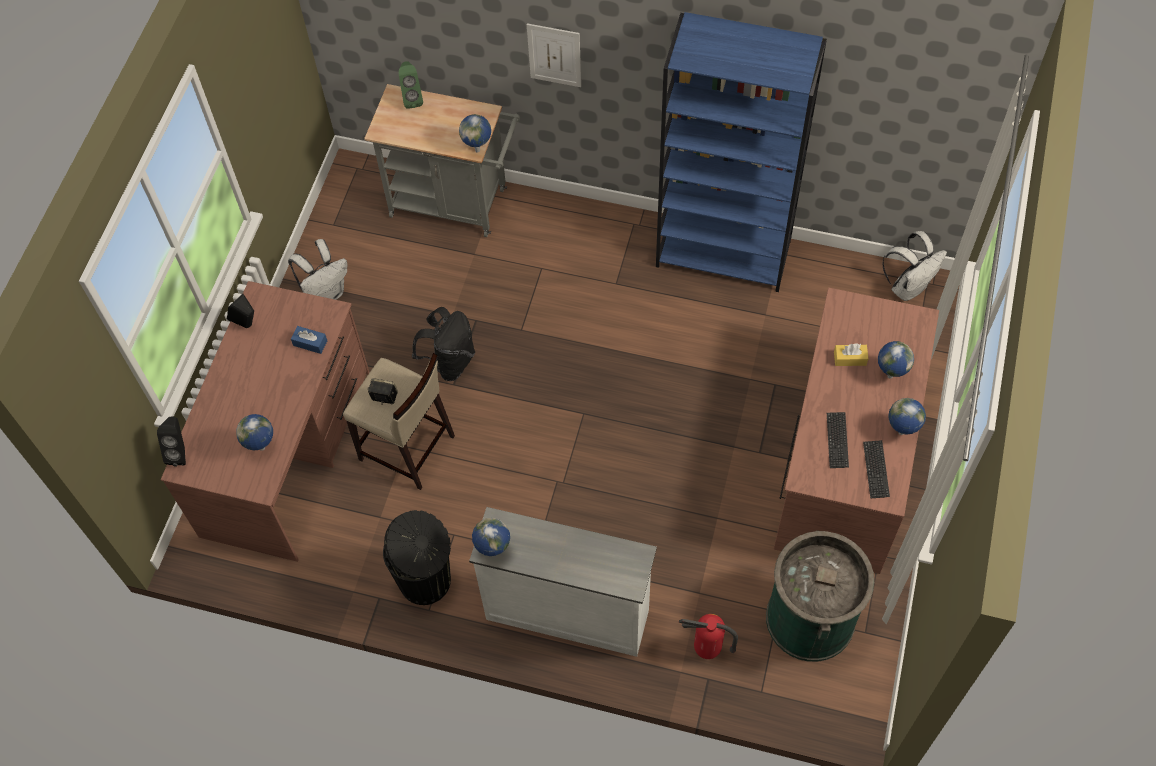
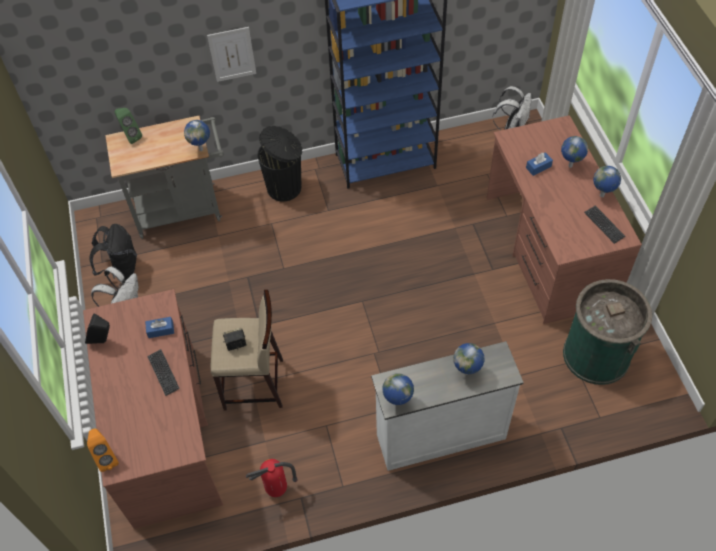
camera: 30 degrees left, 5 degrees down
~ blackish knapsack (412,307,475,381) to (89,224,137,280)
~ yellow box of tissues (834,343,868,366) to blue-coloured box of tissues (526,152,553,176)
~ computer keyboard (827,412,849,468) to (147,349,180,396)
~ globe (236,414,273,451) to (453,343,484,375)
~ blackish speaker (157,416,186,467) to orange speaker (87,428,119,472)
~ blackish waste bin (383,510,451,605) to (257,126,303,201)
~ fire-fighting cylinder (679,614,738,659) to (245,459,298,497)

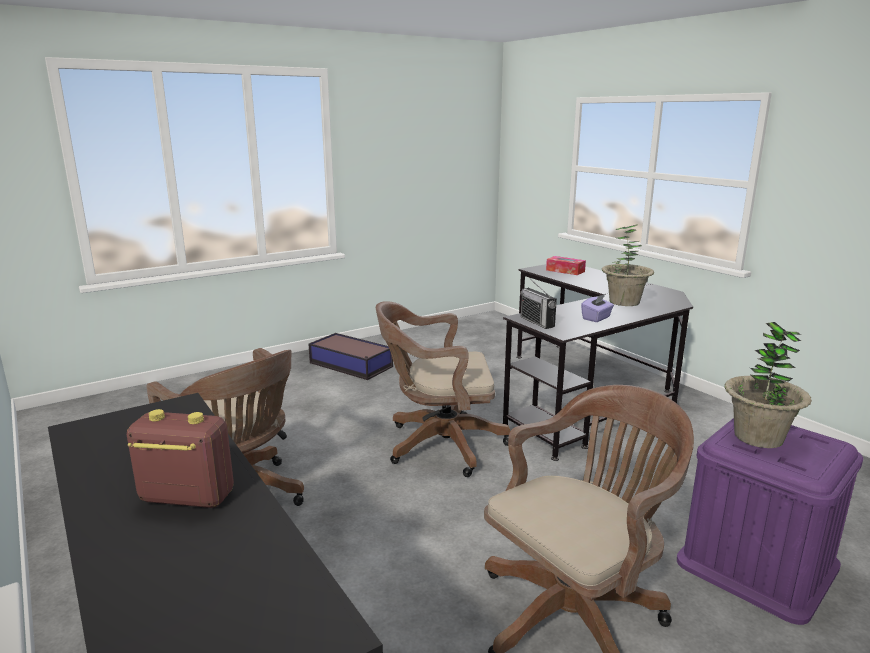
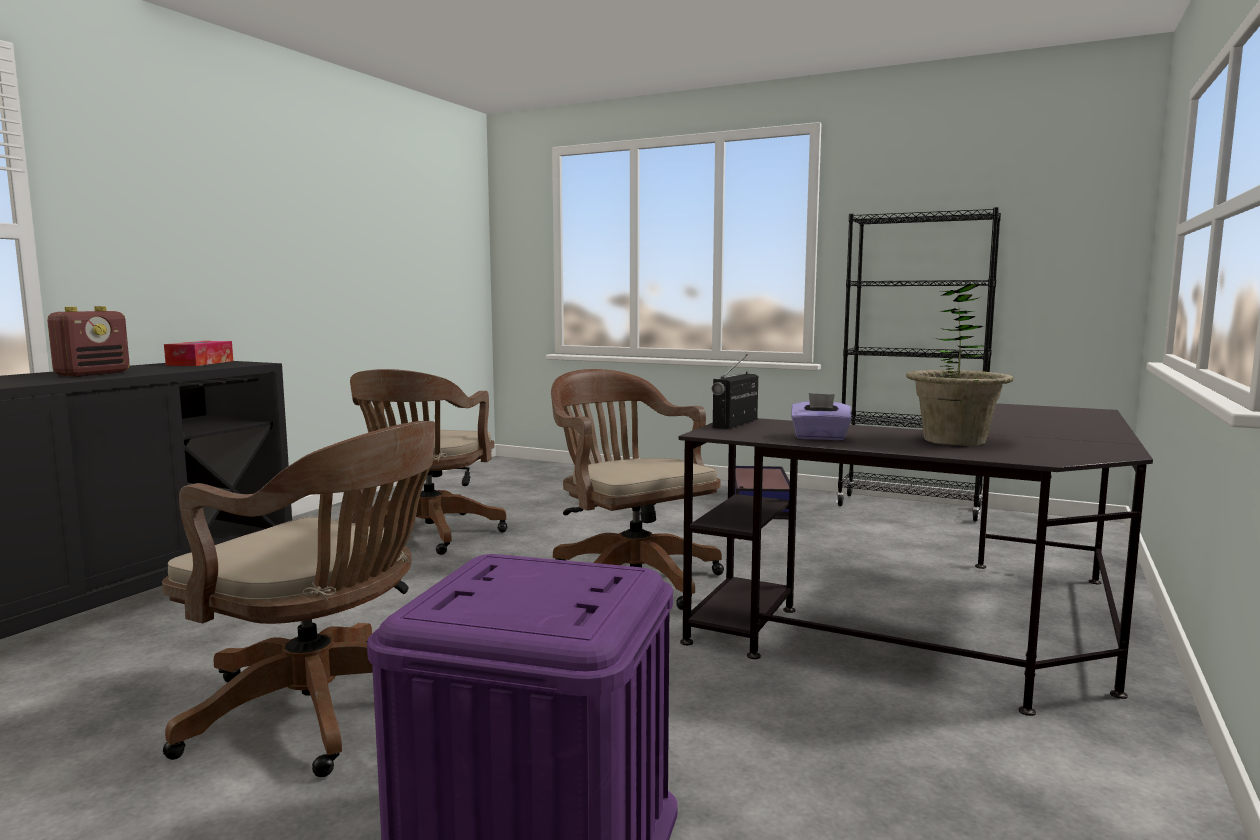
camera: 60 degrees right, 10 degrees down
~ box of tissues (546,256,586,275) to (164,341,233,366)
- plant in a pot (724,322,812,448)
~ radio set (127,409,234,508) = (47,306,130,377) 45 degrees clockwise
+ blackish shelving unit (836,207,1001,522)

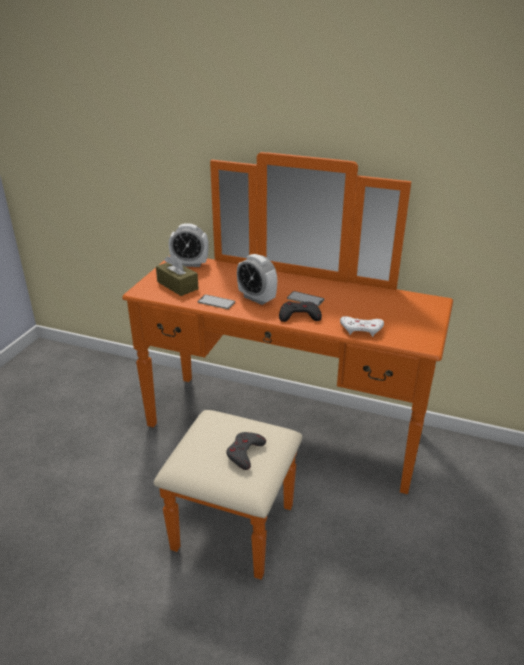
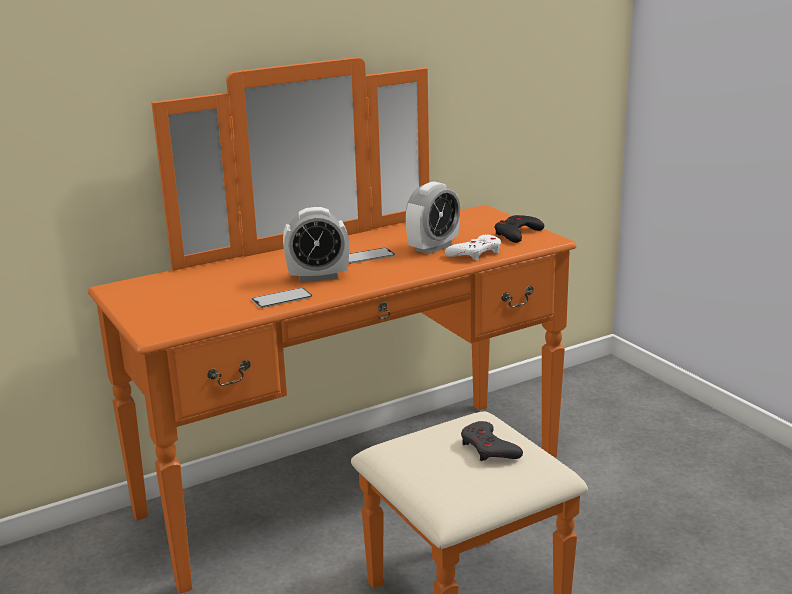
camera: 50 degrees left, 10 degrees down
~ alarm clock (169,224,209,267) to (405,181,460,254)
- brown-coloured box of tissues (156,254,199,296)
~ blackish joypad (279,301,322,322) to (494,215,544,243)

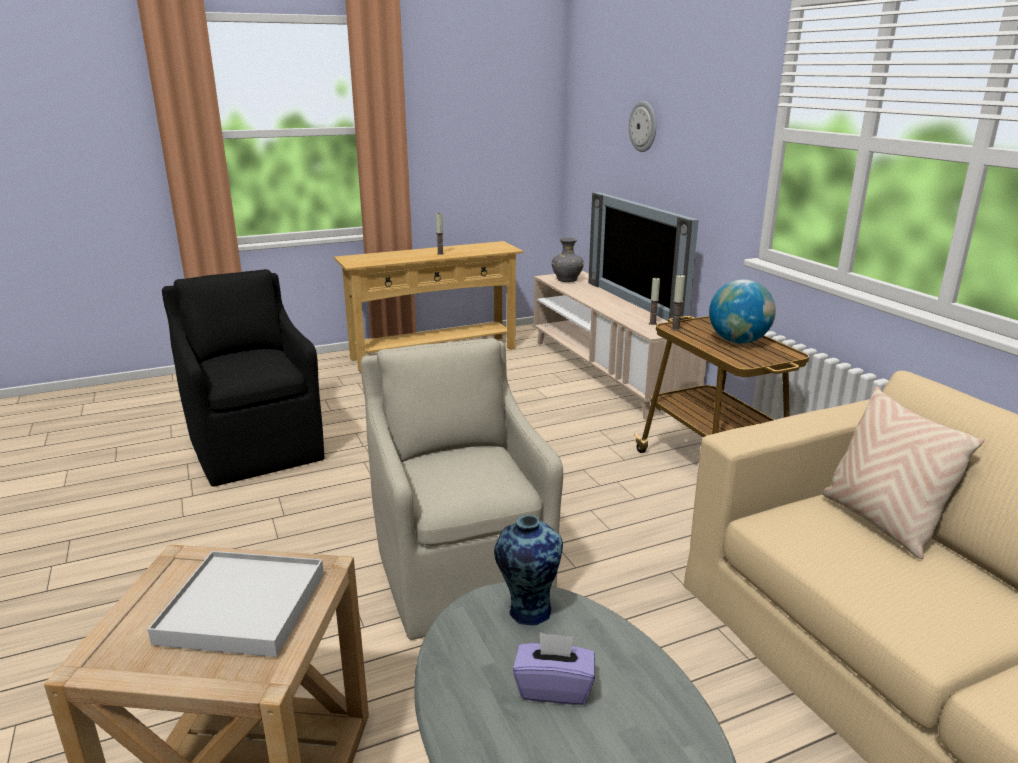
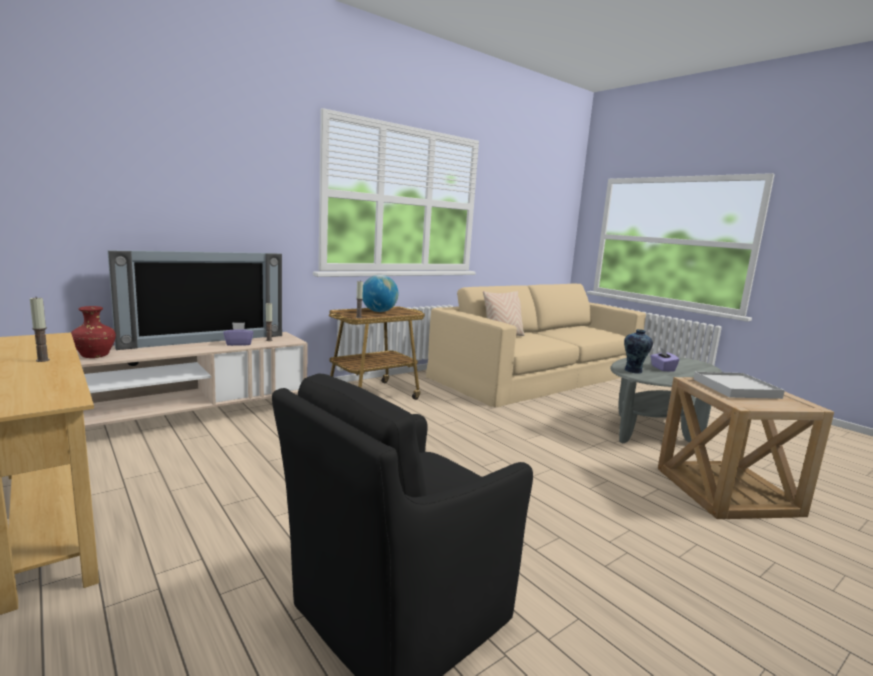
camera: 105 degrees left, 10 degrees down
- wall clock (629,101,656,152)
~ gray flower vase (552,237,584,282) to reddish flower vase (71,306,116,358)
- sand-coloured armchair (361,338,563,640)
+ purplish box of tissues (223,323,253,346)

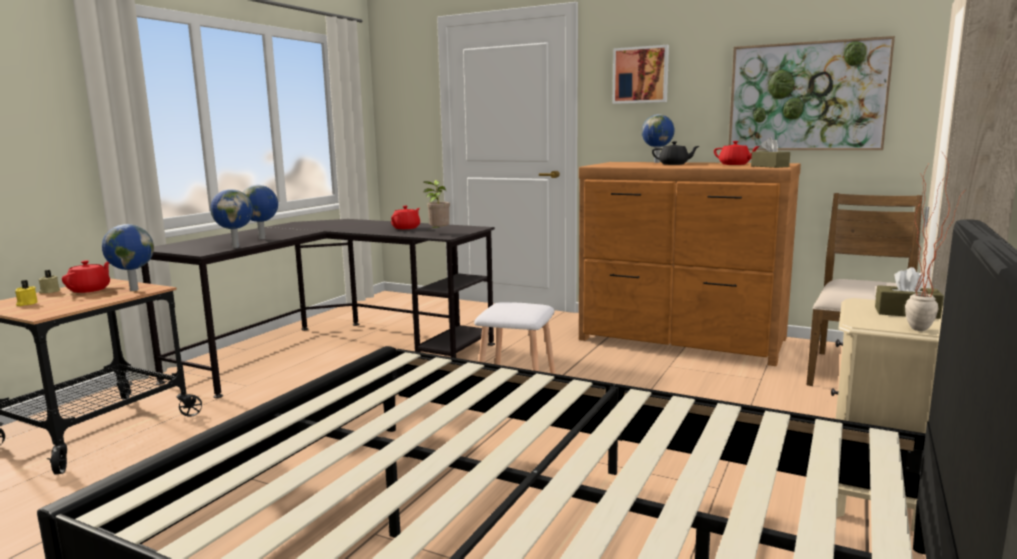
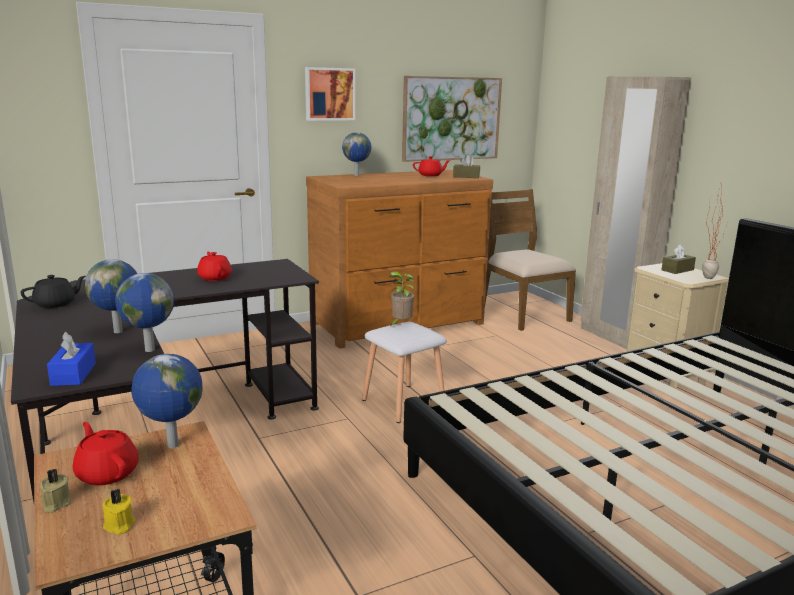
camera: 55 degrees left, 5 degrees up
~ blackish teapot (652,141,699,165) to (21,275,86,308)
~ plant in a pot (423,180,450,228) to (389,272,415,326)
+ blue-coloured box of tissues (47,332,96,386)

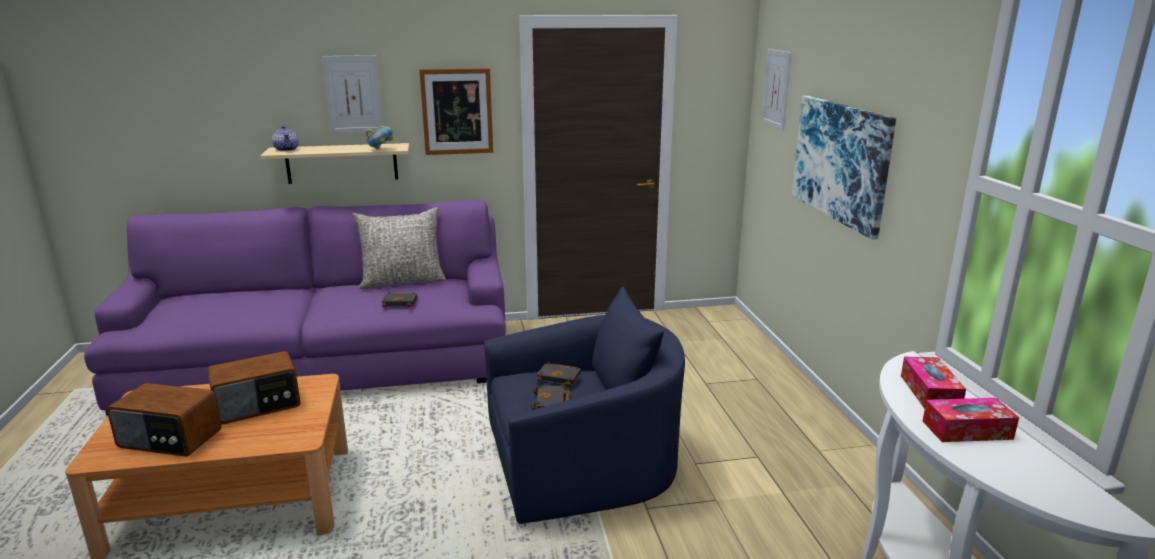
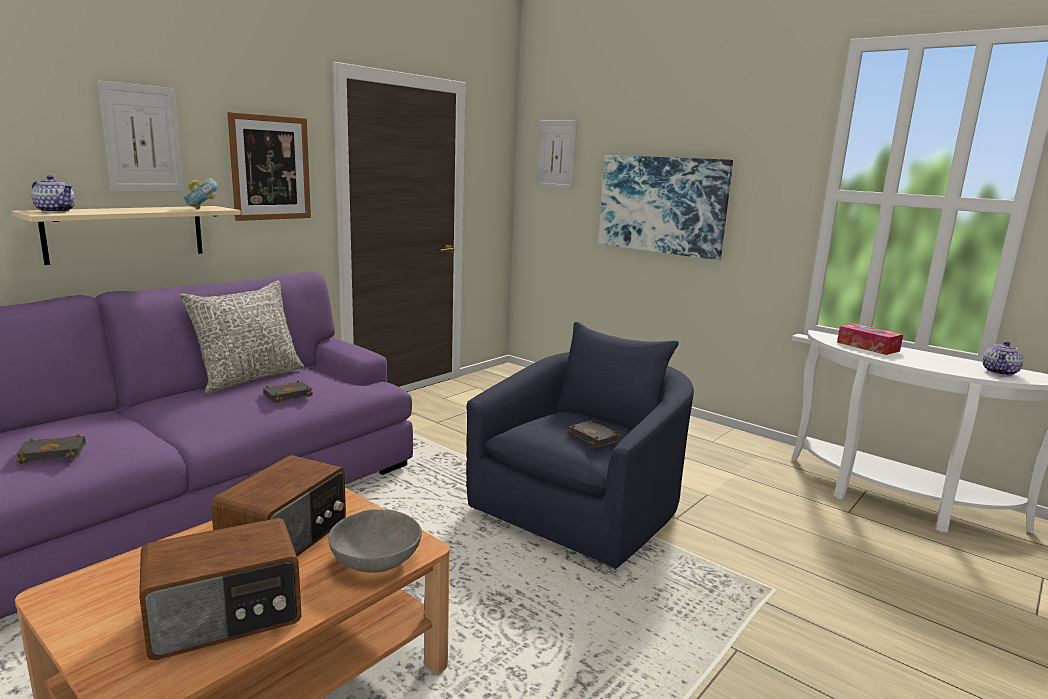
camera: 40 degrees left, 5 degrees down
~ blackish bound book (537,362,581,387) to (16,434,86,464)
- box of tissues (923,398,1019,442)
+ teapot (983,341,1023,376)
+ gray deep dish (328,509,422,573)

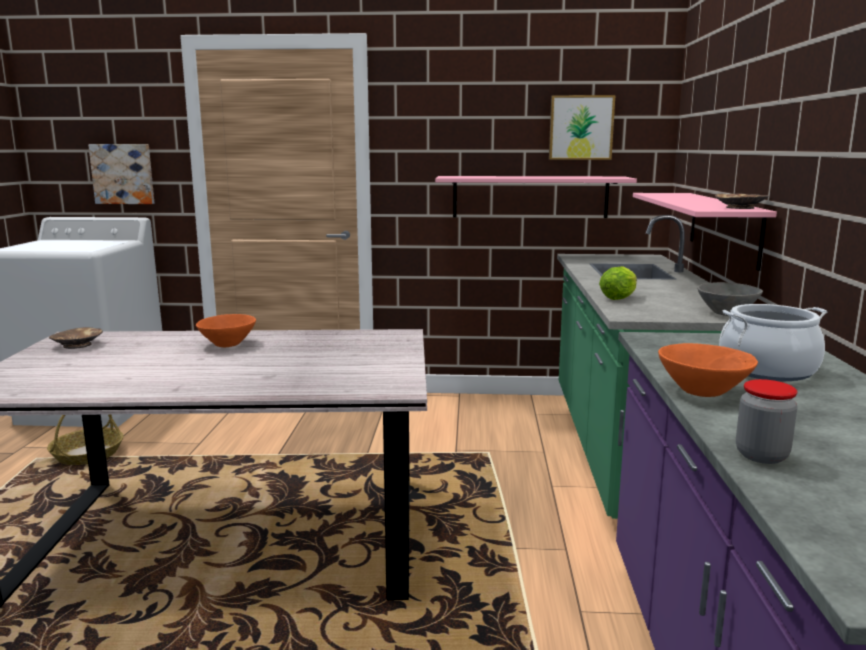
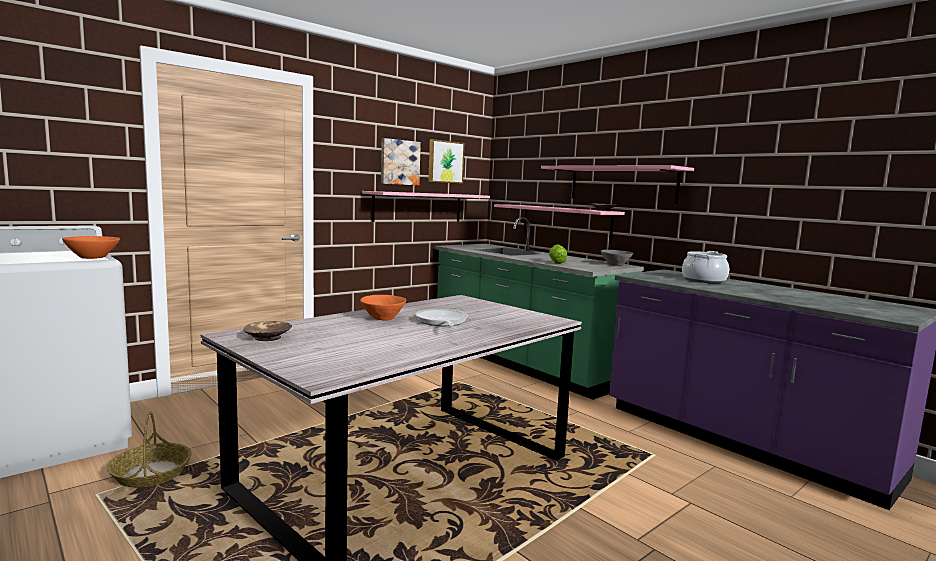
camera: 45 degrees left, 5 degrees down
~ wall picture (88,144,154,204) to (381,138,421,185)
~ orange deep dish (658,343,758,397) to (62,236,120,259)
- preserve jar (736,379,797,464)
+ pink bracket shelf (541,165,694,204)
+ pan (415,309,468,326)

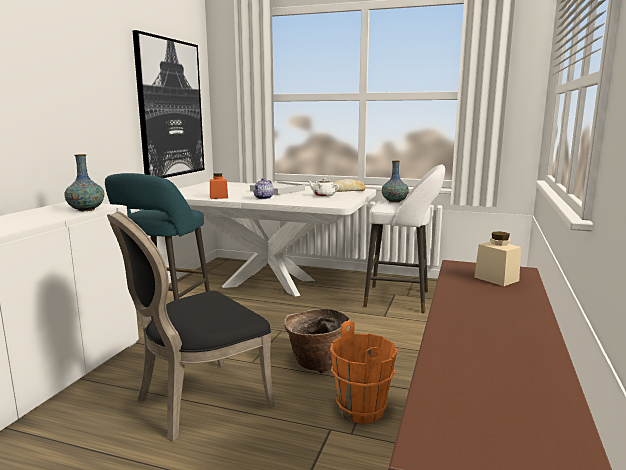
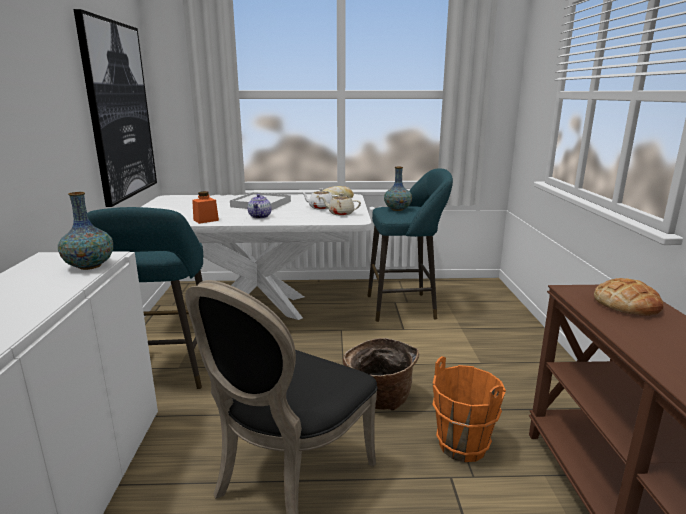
camera: 20 degrees left, 5 degrees up
~ whitish sitting stool (363,164,445,313) to turquoise-coloured sitting stool (368,168,453,322)
~ sand-coloured preserve jar (474,231,521,286) to bread (594,278,664,316)
+ sand-coloured teapot (320,193,361,216)

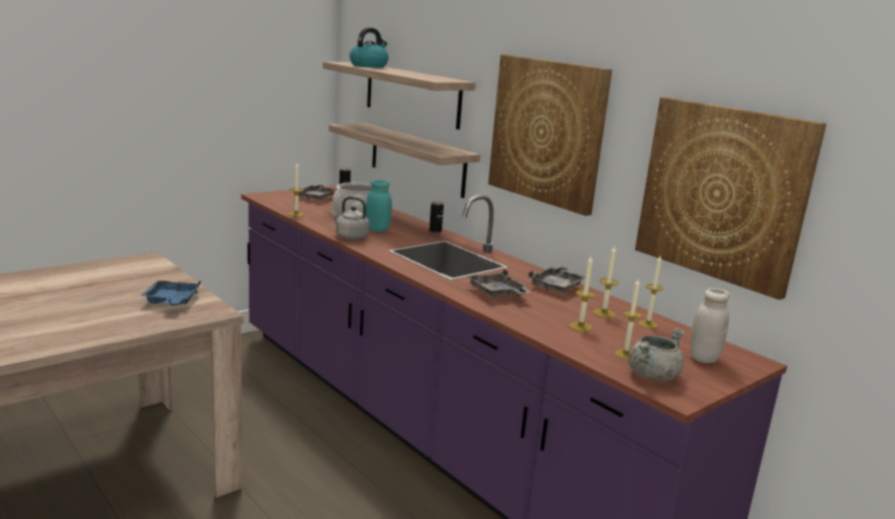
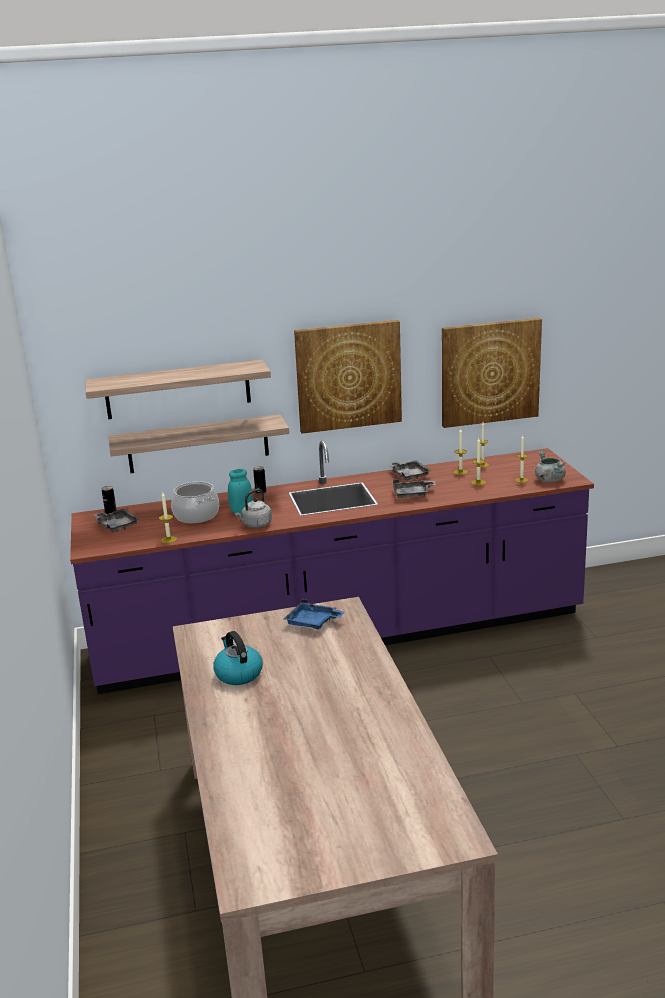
camera: 60 degrees left, 5 degrees up
~ water kettle (349,27,389,68) to (213,631,263,685)
- whitish preserve jar (690,288,730,363)

